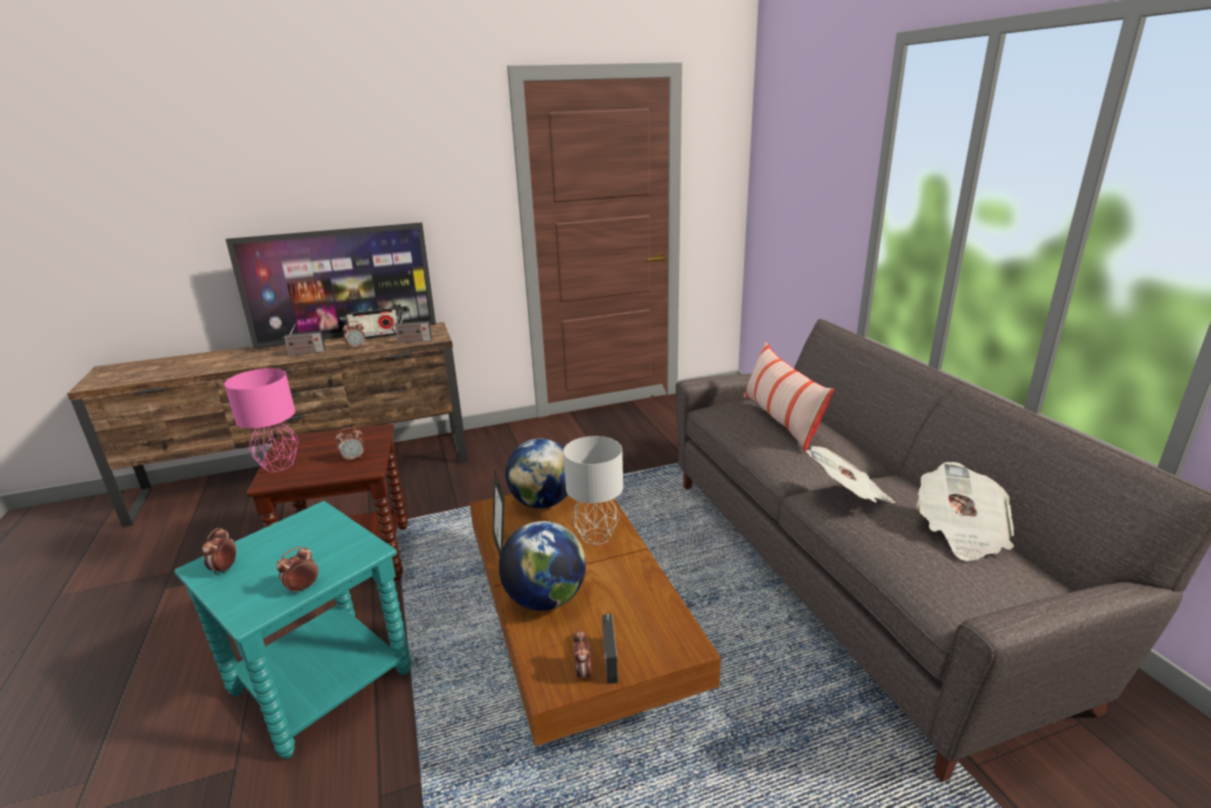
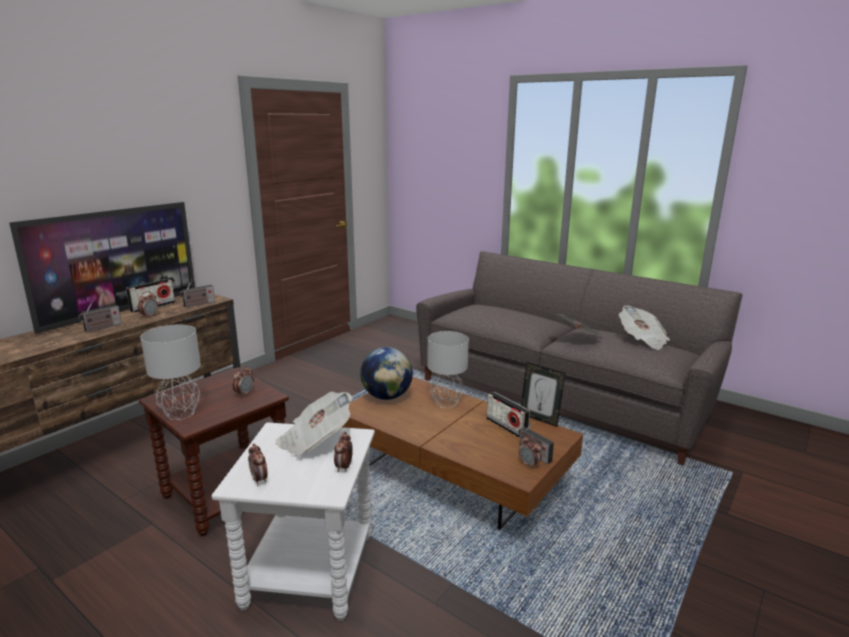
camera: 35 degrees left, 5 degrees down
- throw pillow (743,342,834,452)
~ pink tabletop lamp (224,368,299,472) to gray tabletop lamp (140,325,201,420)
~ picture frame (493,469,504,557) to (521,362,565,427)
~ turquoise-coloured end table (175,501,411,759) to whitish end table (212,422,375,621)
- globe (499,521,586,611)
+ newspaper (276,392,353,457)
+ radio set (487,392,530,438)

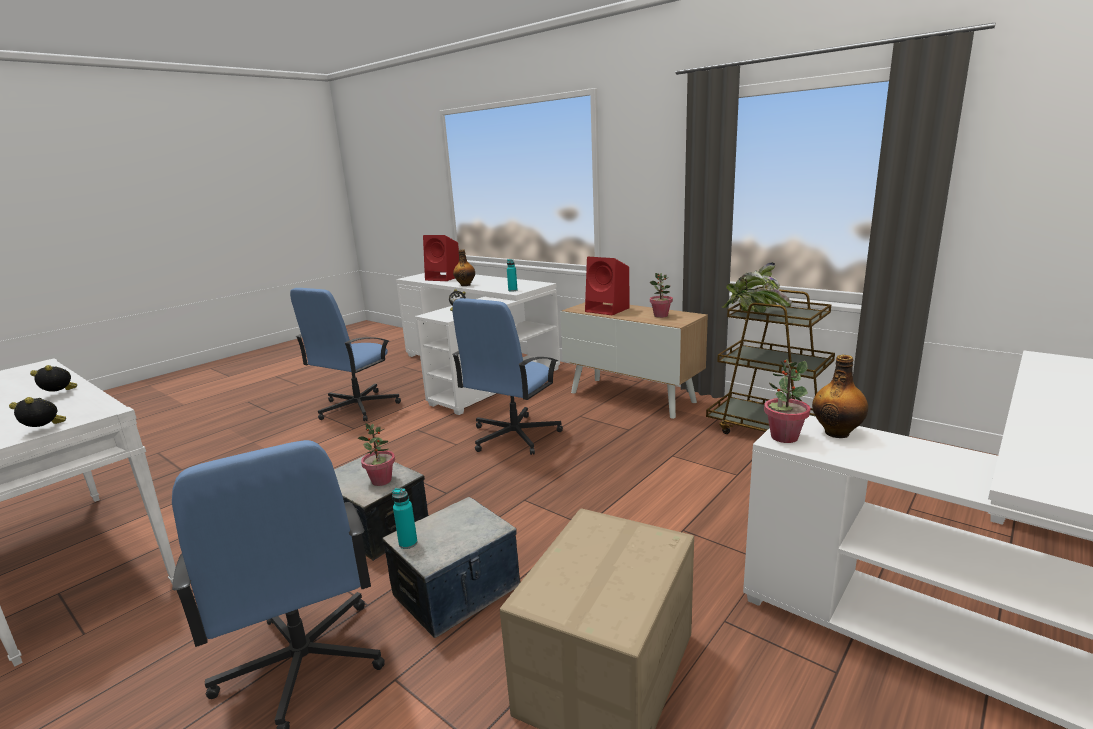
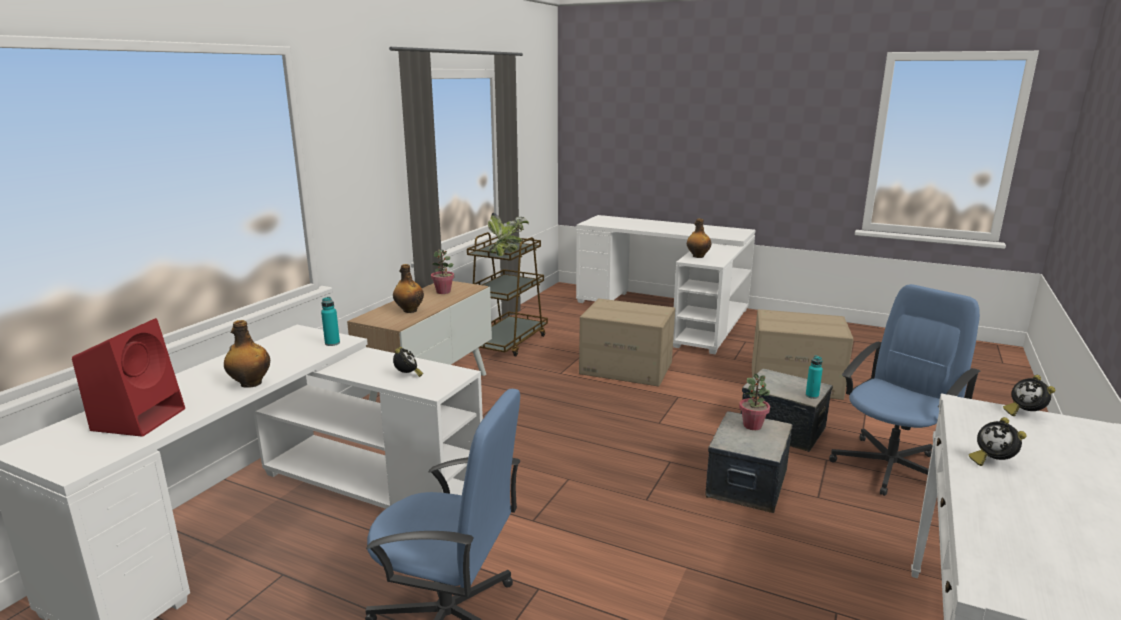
camera: 105 degrees left, 0 degrees up
~ reddish speaker (585,257,630,315) to bottle (393,264,424,313)
- blue-coloured computer chair (452,298,563,455)
- plant in a pot (764,359,811,443)
+ carton (579,299,675,386)

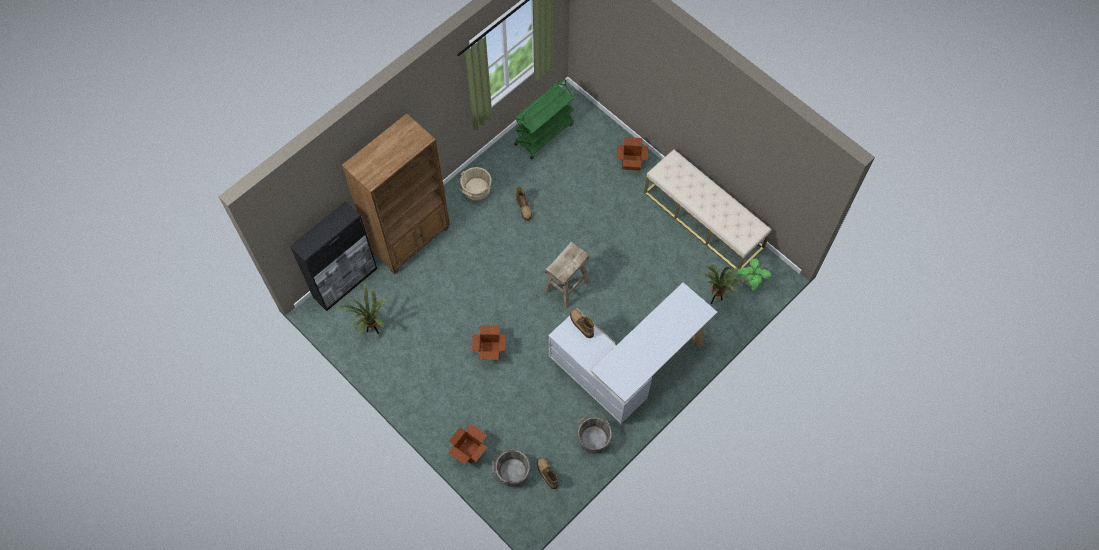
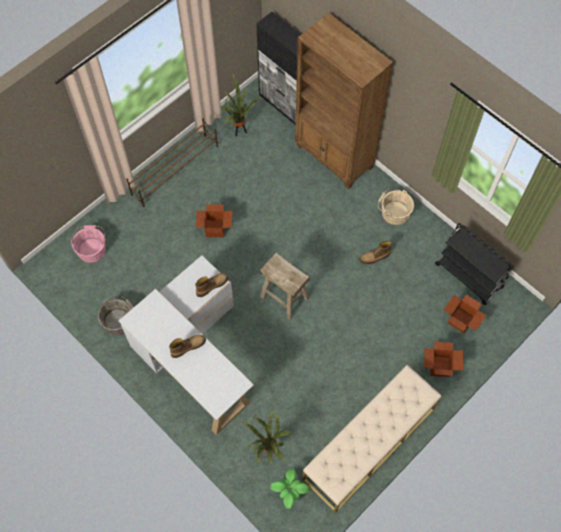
camera: 90 degrees right, 0 degrees up
~ green-coloured wheeled cart (514,79,574,159) to blackish wheeled cart (435,223,514,305)
~ carton (448,424,487,464) to (444,294,486,333)
~ gray water bucket (492,448,530,487) to pink water bucket (71,225,106,263)
~ boot (537,457,558,489) to (169,335,206,358)
+ brown-coloured shoe rack (126,118,218,207)

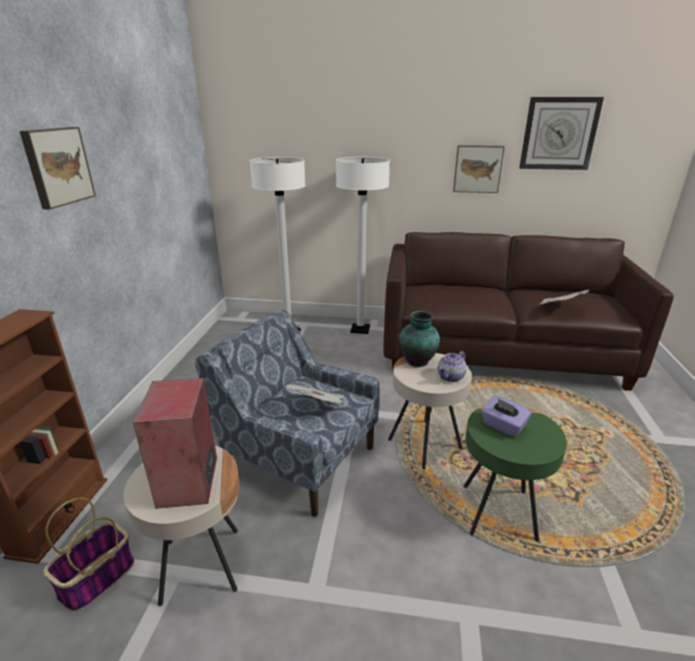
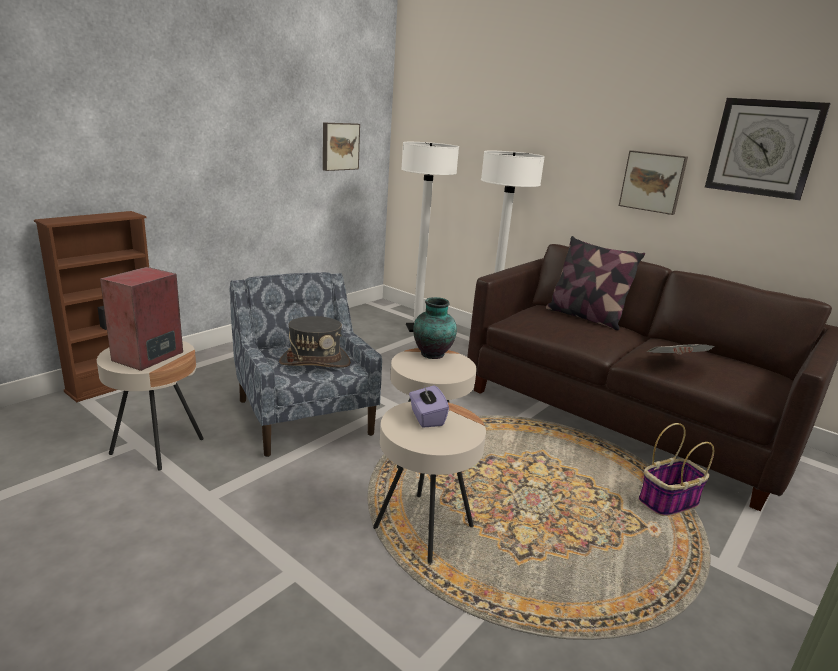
camera: 30 degrees right, 5 degrees down
~ wall picture (20,127,96,210) to (323,123,360,171)
- teapot (438,351,467,382)
~ newspaper (286,384,344,404) to gray clothing hat (279,316,351,368)
~ green-coloured end table (464,406,567,542) to sand-coloured end table (373,401,486,564)
~ storage basket (43,498,134,611) to (638,423,714,516)
+ throw pillow (546,236,645,330)

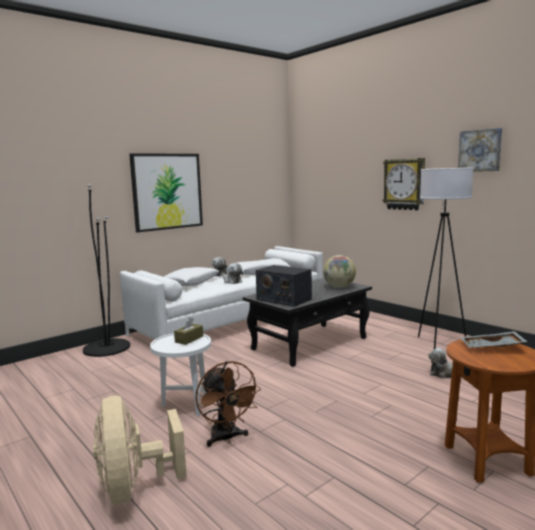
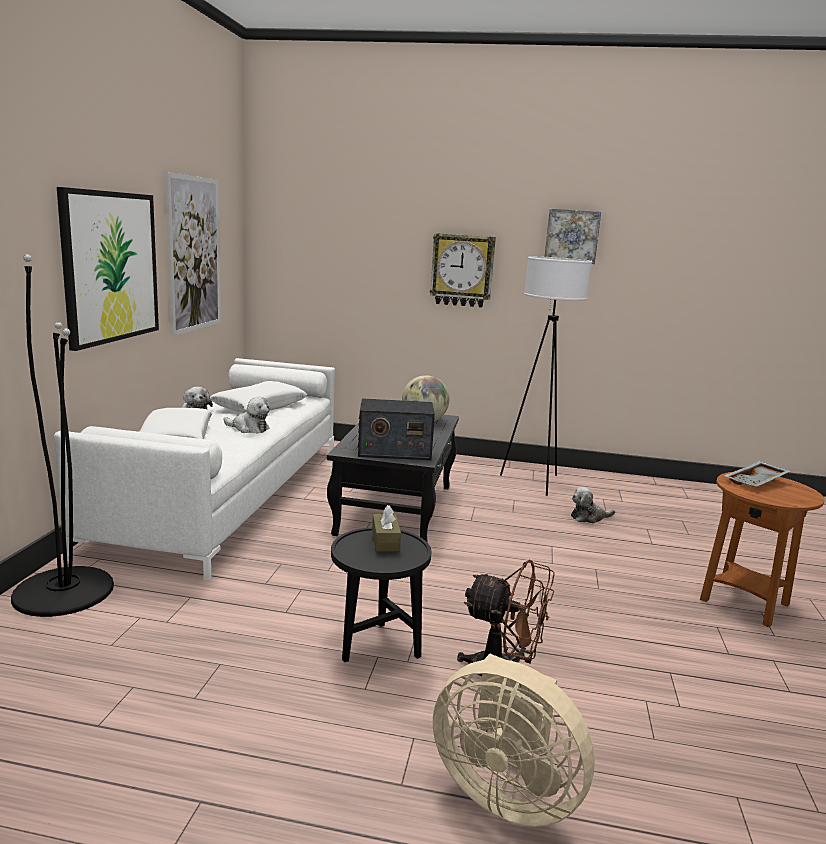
camera: 40 degrees left, 5 degrees up
~ whitish end table (150,333,211,416) to blackish end table (331,527,431,662)
+ wall picture (165,172,221,336)

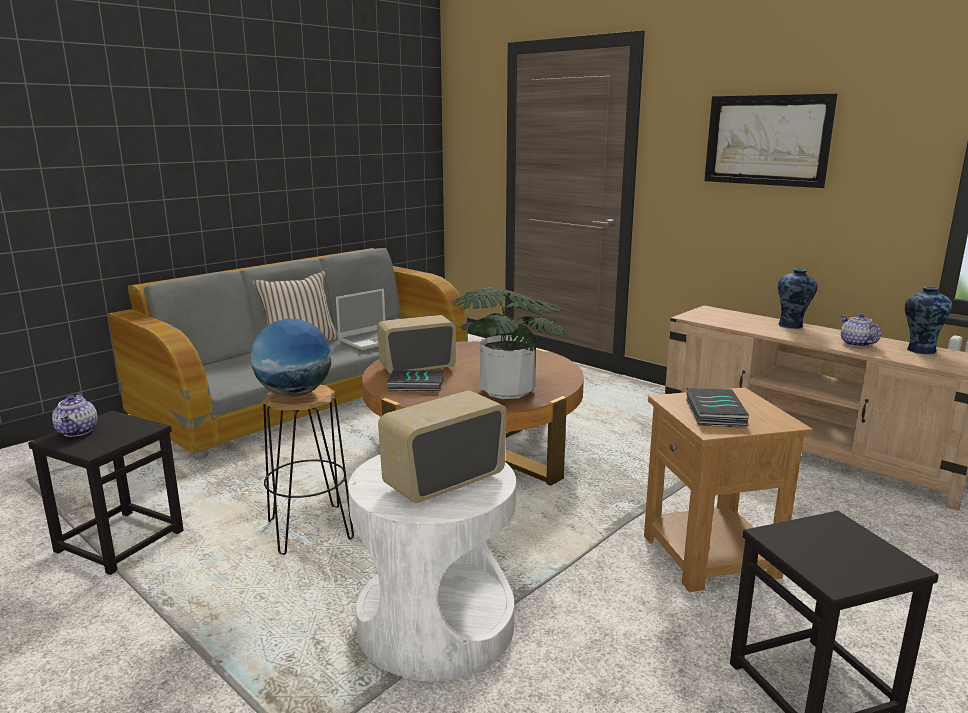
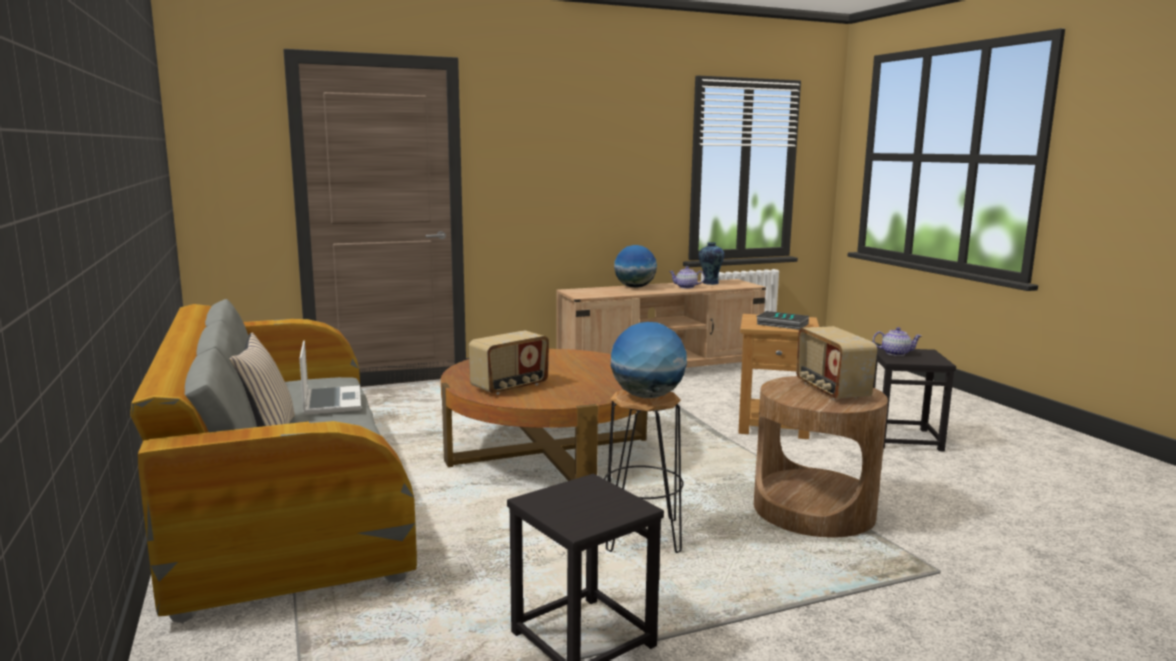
camera: 65 degrees left, 5 degrees down
- wall picture (704,94,837,188)
~ flower vase (778,268,817,329) to globe (614,245,657,288)
- plant in a pot (453,288,569,399)
~ radio set (377,315,456,374) = (469,330,549,395) 135 degrees counterclockwise
- bound book (386,370,443,392)
~ teapot (52,393,98,437) to (873,327,922,356)
~ whitish end table (348,455,516,681) to brown-coloured end table (754,376,888,537)

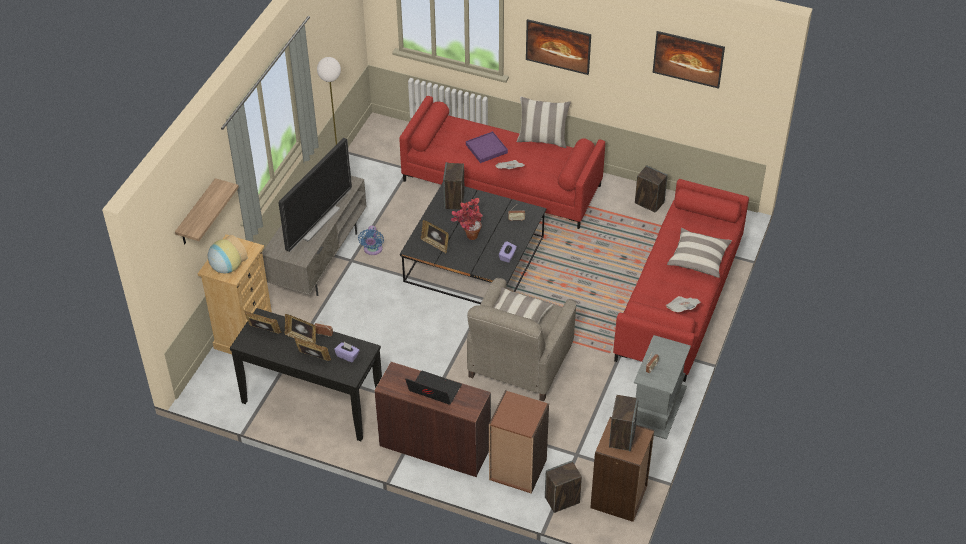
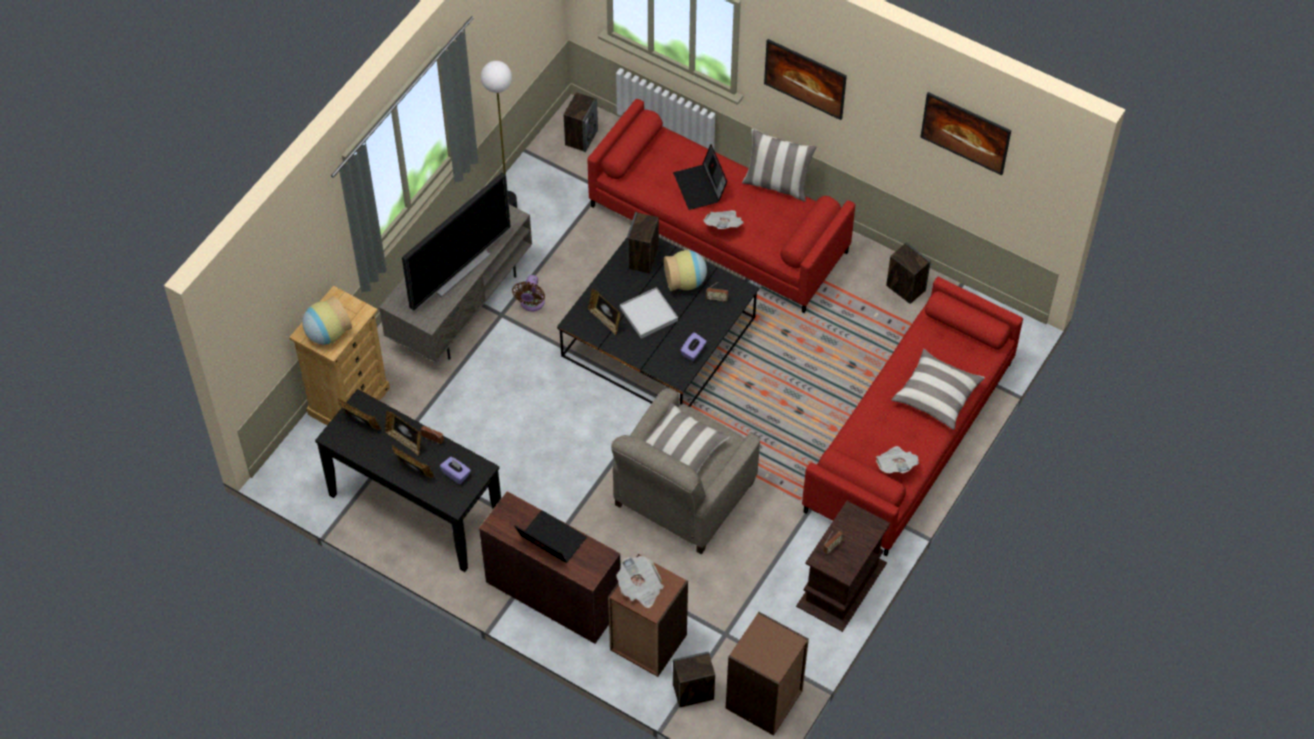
camera: 10 degrees right, 10 degrees up
~ purplish serving tray (466,131,508,163) to portable computer (673,144,727,210)
- bracket shelf (175,178,239,244)
~ plant in a pot (451,198,483,240) to whitish serving tray (620,287,678,339)
~ blue-coloured electric fan (358,226,384,255) to brown-coloured electric fan (512,275,545,311)
~ gray end table (634,335,691,440) to brown-coloured end table (796,501,890,632)
~ speaker (609,395,639,451) to (564,92,598,152)
+ flower vase (664,250,707,291)
+ newspaper (616,556,664,608)

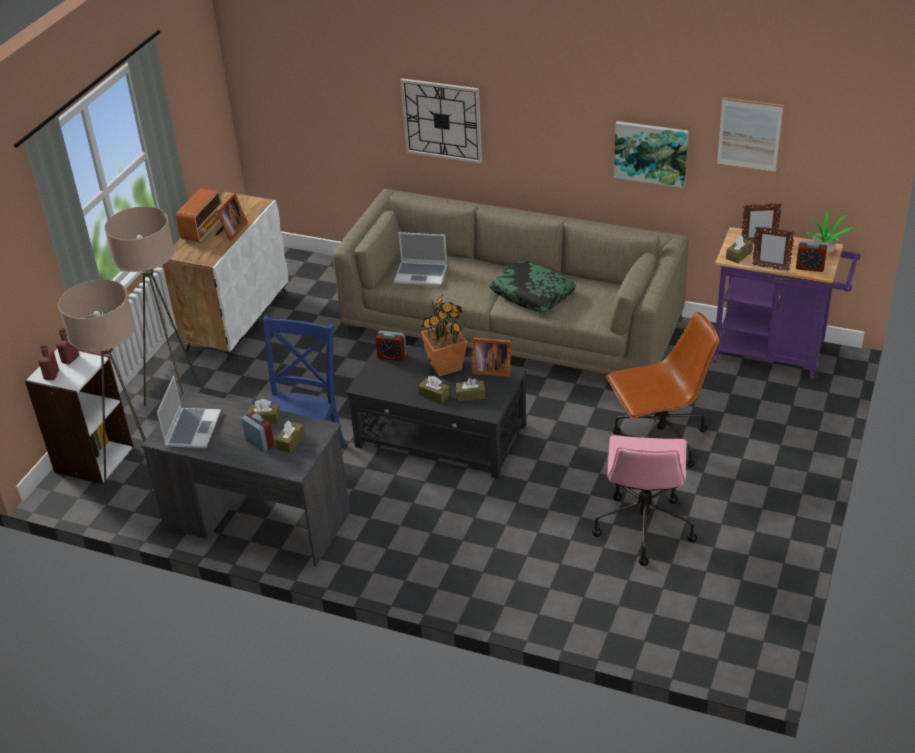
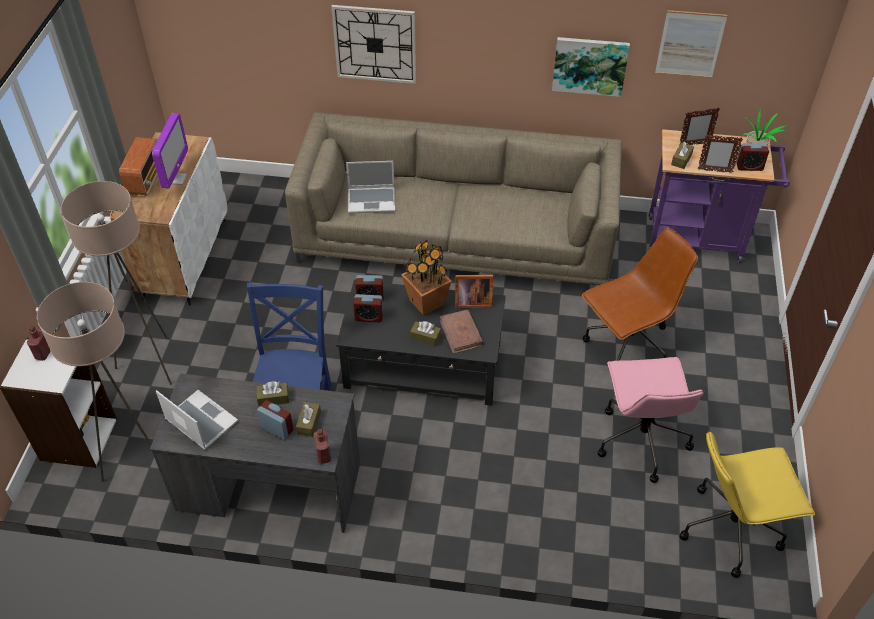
camera: 15 degrees left, 10 degrees up
~ picture frame (215,193,248,241) to computer display (152,113,188,188)
- throw pillow (489,261,576,313)
~ reddish bottle (38,344,59,380) to (314,429,331,464)
~ portable computer (157,376,221,448) = (156,390,238,450) 45 degrees counterclockwise
~ brown-coloured box of tissues (456,378,485,401) to brown-coloured bound book (440,310,484,354)
+ alarm clock (353,294,383,322)
+ yellow computer chair (679,431,815,578)

